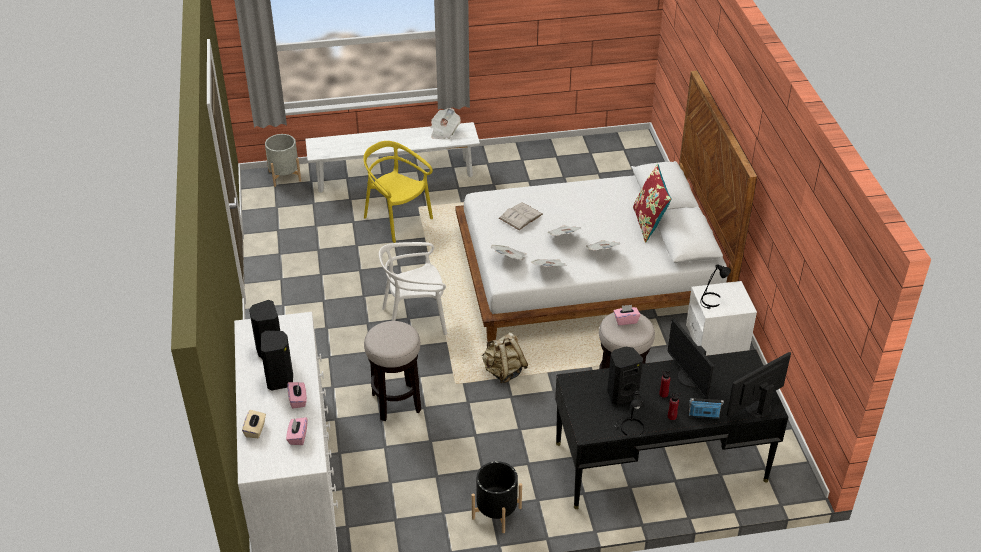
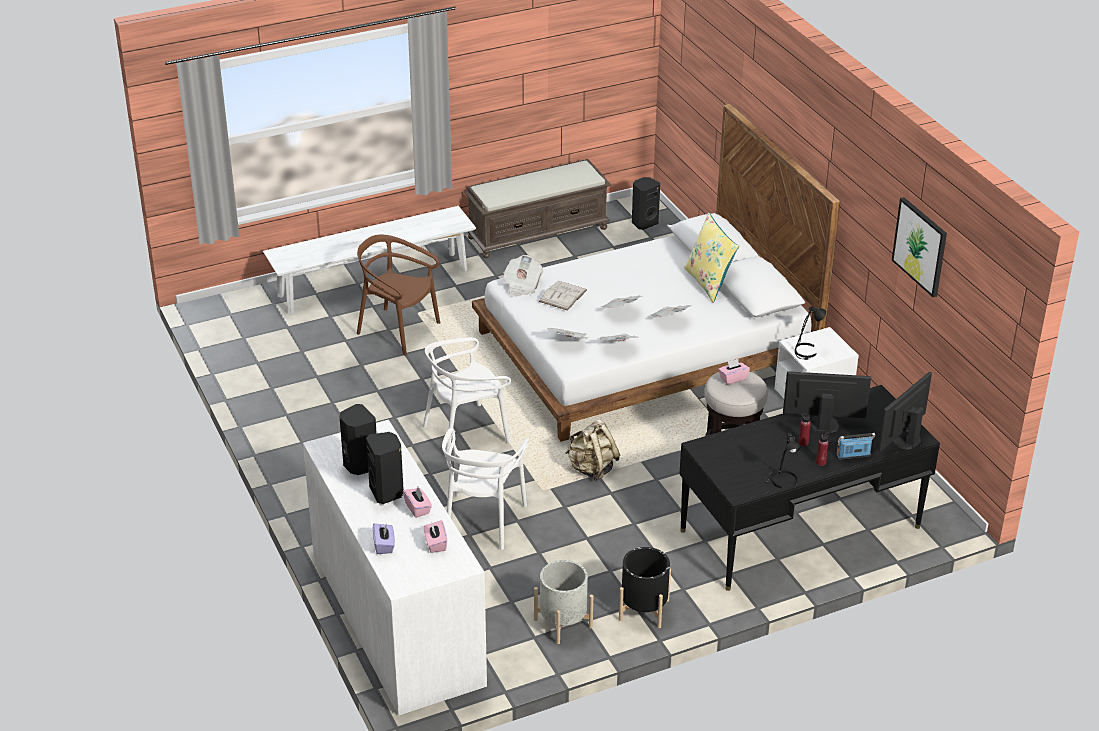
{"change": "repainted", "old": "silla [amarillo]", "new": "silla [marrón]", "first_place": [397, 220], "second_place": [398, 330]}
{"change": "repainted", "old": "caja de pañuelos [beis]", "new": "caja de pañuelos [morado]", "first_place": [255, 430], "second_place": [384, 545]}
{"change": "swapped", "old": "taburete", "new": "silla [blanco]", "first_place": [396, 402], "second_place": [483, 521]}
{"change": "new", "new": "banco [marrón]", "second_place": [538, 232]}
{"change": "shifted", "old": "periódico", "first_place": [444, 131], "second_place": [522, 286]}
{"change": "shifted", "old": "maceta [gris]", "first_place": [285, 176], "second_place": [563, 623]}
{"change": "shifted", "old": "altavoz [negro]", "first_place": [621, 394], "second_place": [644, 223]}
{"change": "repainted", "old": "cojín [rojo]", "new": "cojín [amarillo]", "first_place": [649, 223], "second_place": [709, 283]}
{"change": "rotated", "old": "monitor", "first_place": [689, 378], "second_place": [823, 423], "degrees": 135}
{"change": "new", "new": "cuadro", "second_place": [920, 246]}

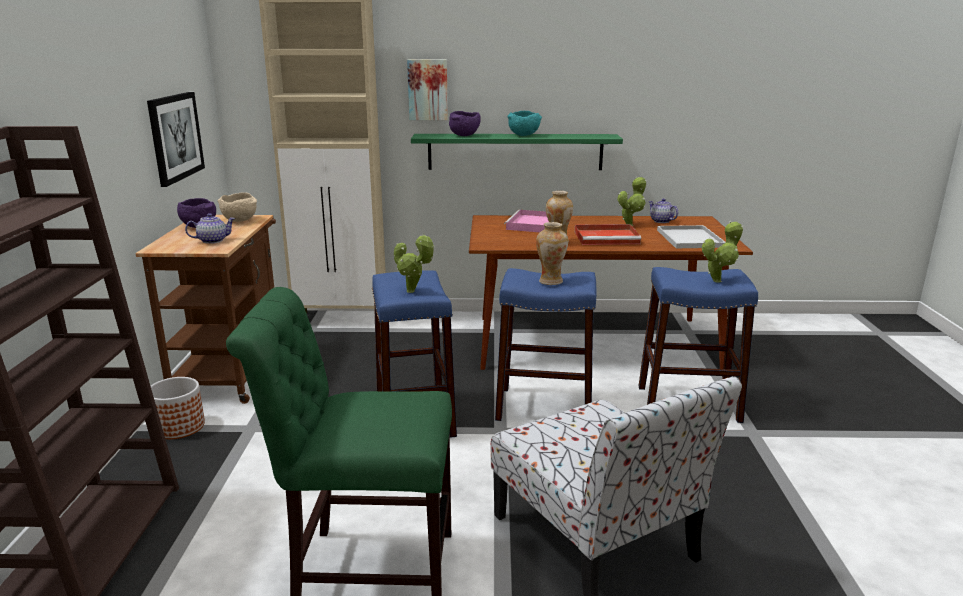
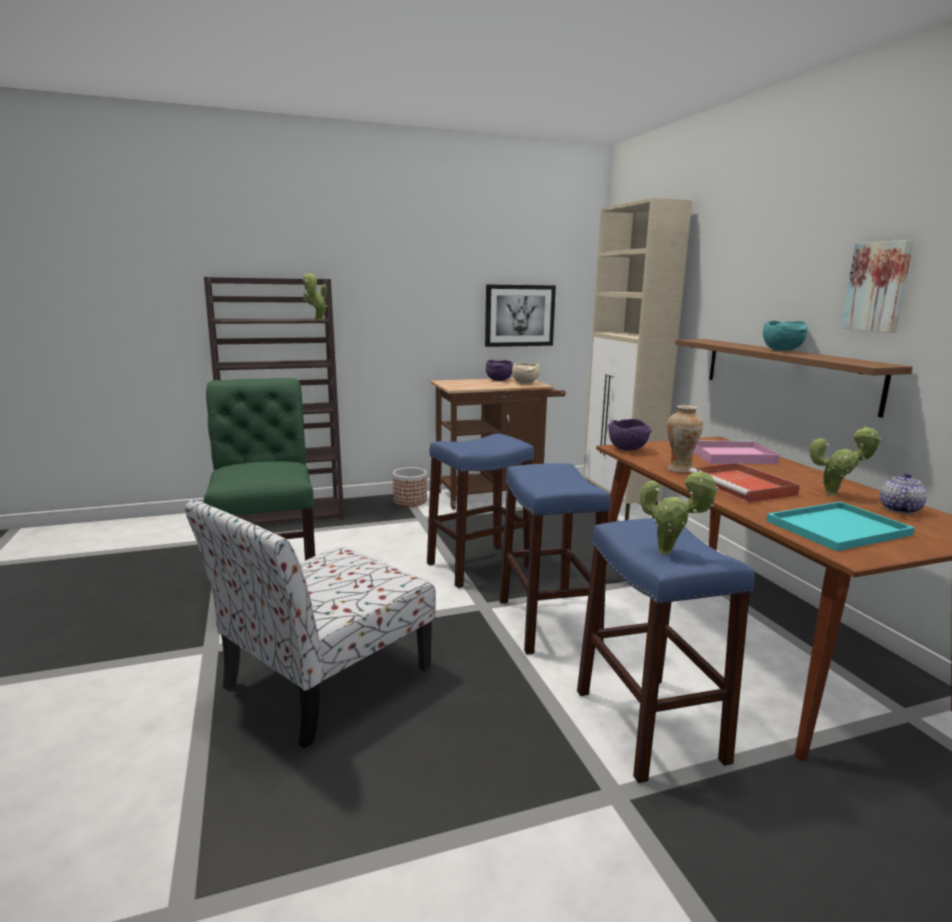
{"change": "shifted", "old": "planta en maceta", "first_place": [413, 292], "second_place": [317, 319]}
{"change": "shifted", "old": "cuenco [morado]", "first_place": [465, 135], "second_place": [628, 449]}
{"change": "repainted", "old": "estante [verde]", "new": "estante [marrón]", "first_place": [515, 151], "second_place": [786, 373]}
{"change": "repainted", "old": "bandeja [blanco]", "new": "bandeja [turquesa]", "first_place": [691, 239], "second_place": [837, 528]}
{"change": "shifted", "old": "cuadro", "first_place": [428, 89], "second_place": [878, 287]}
{"change": "gone", "old": "tetera", "first_place": [213, 240]}
{"change": "gone", "old": "florero", "first_place": [550, 281]}

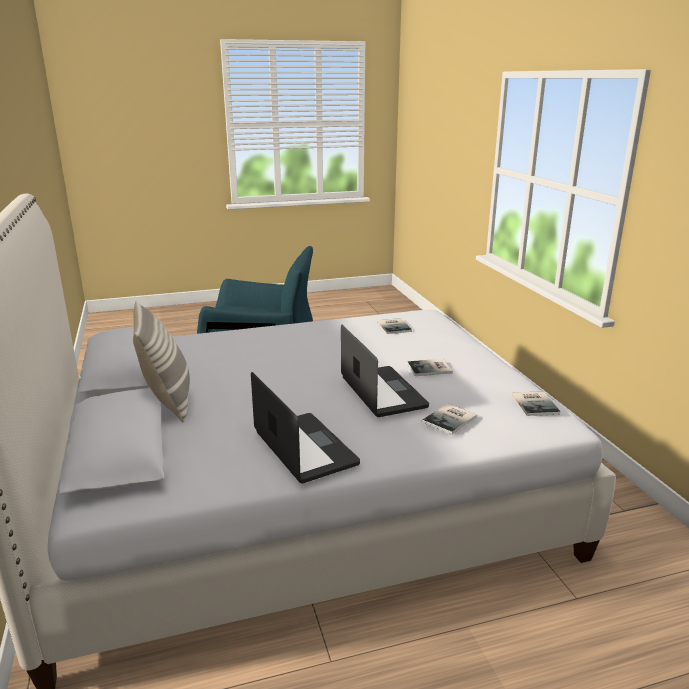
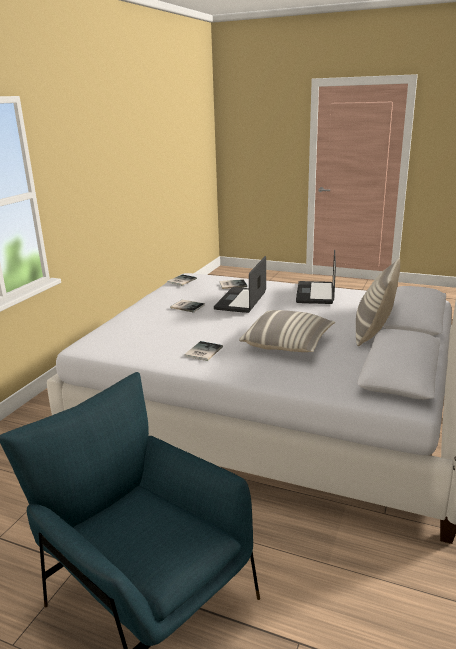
{"change": "shifted", "old": "libro", "first_place": [395, 326], "second_place": [202, 352]}
{"change": "new", "new": "cojín", "second_place": [288, 344]}

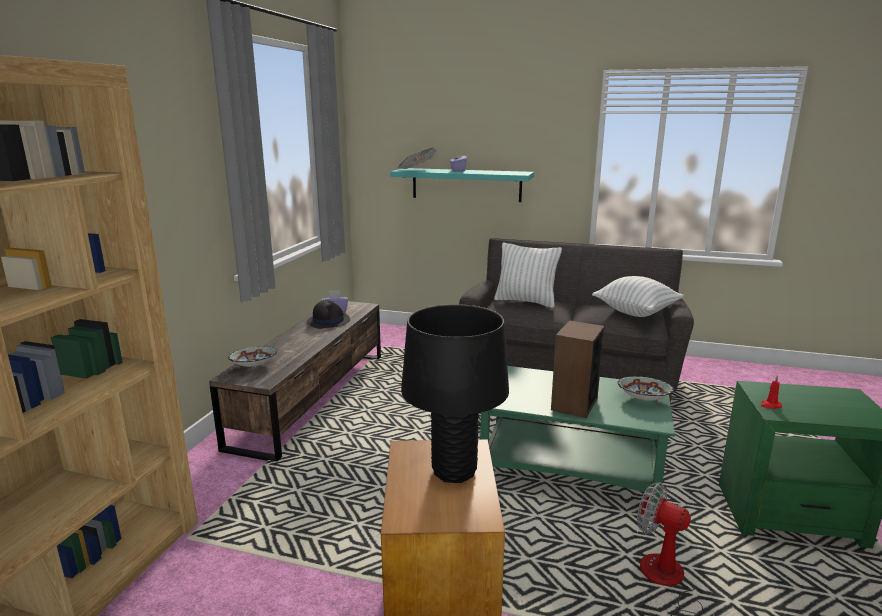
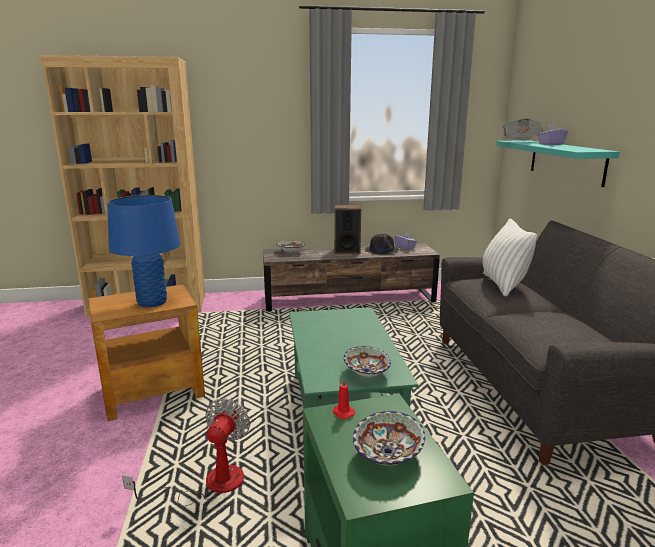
{"change": "repainted", "old": "lámpara de mesa [negro]", "new": "lámpara de mesa [azul]", "first_place": [454, 471], "second_place": [152, 302]}
{"change": "shifted", "old": "altavoz", "first_place": [574, 404], "second_place": [347, 250]}
{"change": "new", "new": "cuenco", "second_place": [387, 455]}
{"change": "gone", "old": "cojín [blanco]", "first_place": [635, 312]}

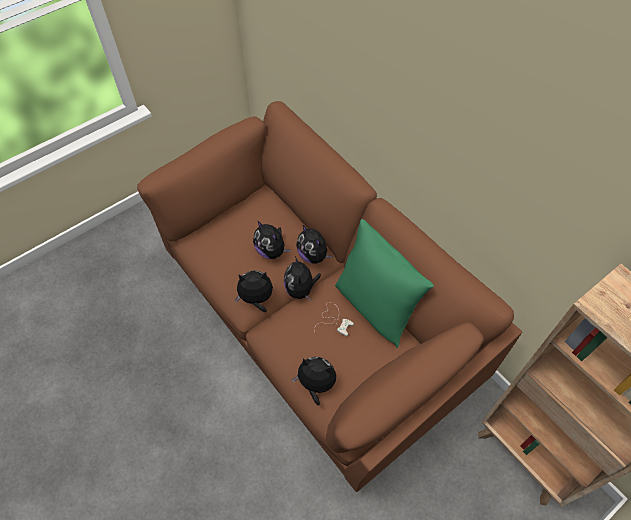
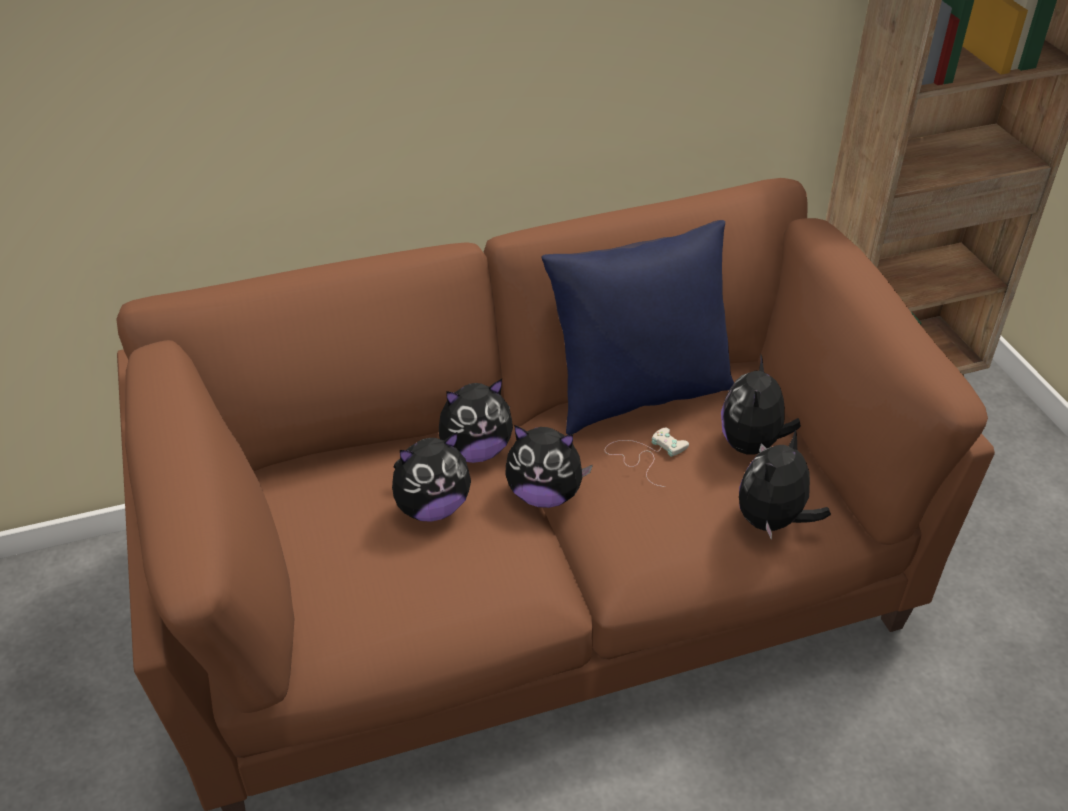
{"change": "repainted", "old": "cojín [verde]", "new": "cojín [azul]", "first_place": [375, 306], "second_place": [638, 395]}
{"change": "shifted", "old": "peluche", "first_place": [256, 299], "second_place": [753, 445]}

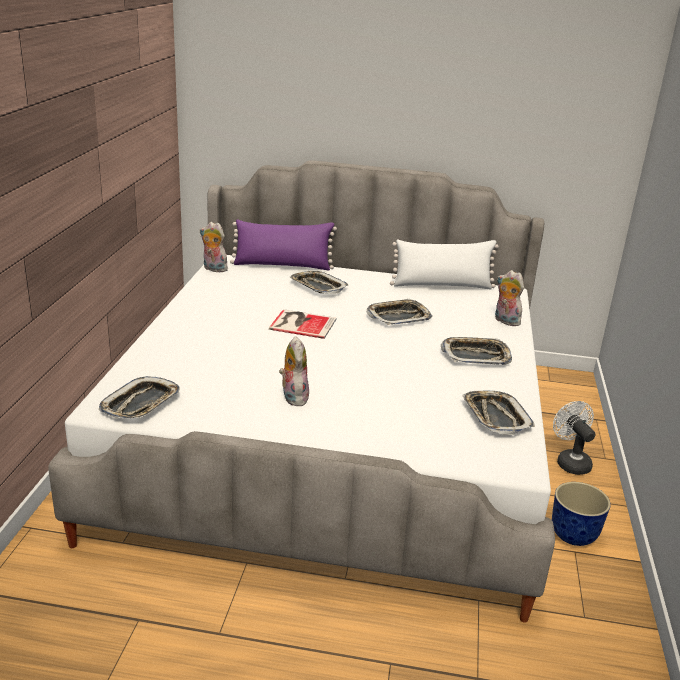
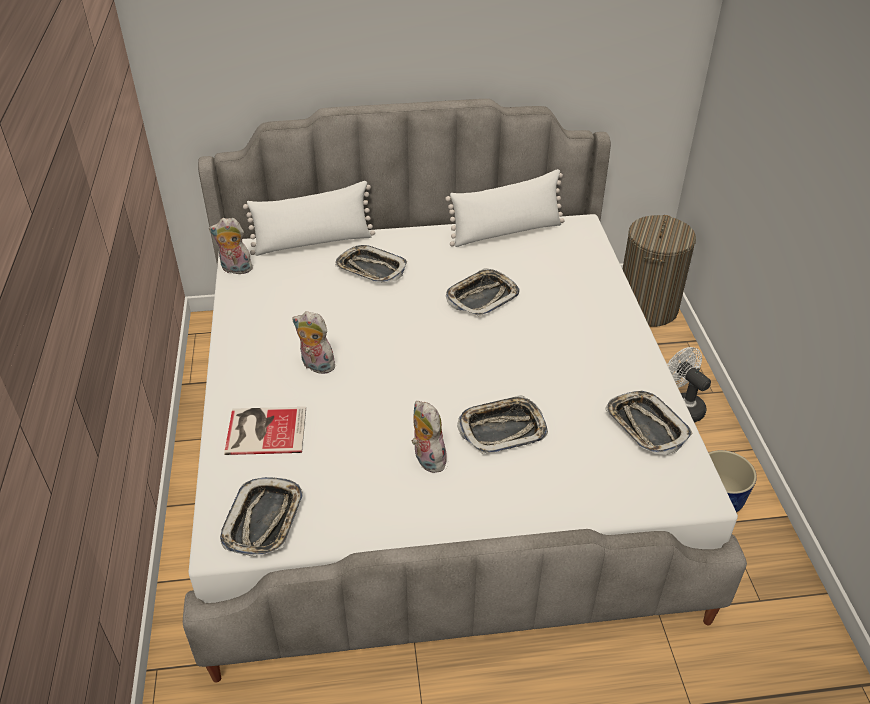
{"change": "shifted", "old": "libro", "first_place": [301, 323], "second_place": [264, 430]}
{"change": "repainted", "old": "cojín [morado]", "new": "cojín [blanco]", "first_place": [282, 265], "second_place": [313, 242]}
{"change": "shifted", "old": "peluche", "first_place": [505, 321], "second_place": [316, 366]}
{"change": "shifted", "old": "bandeja", "first_place": [476, 355], "second_place": [502, 429]}
{"change": "new", "new": "cesto de la ropa", "second_place": [647, 307]}

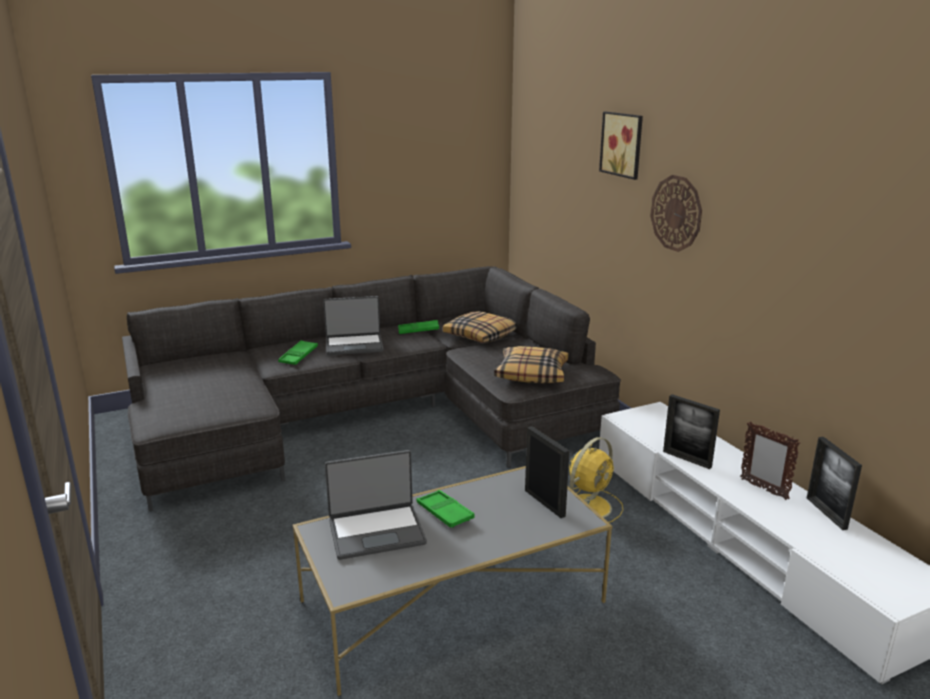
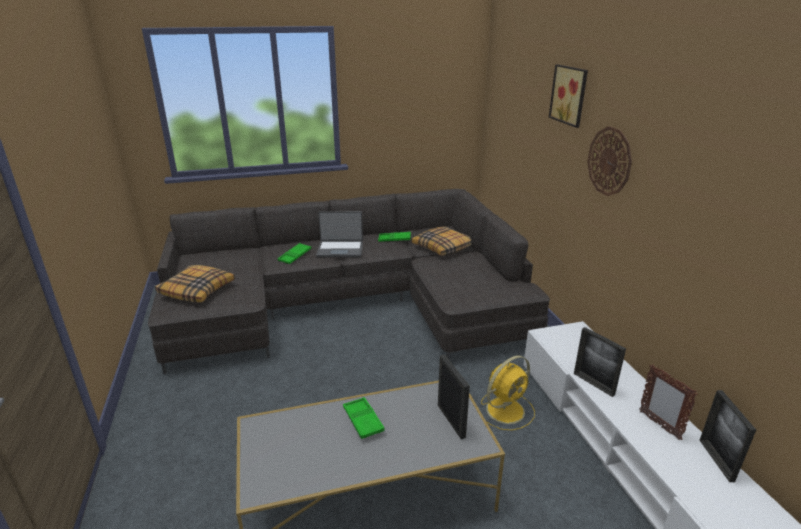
{"change": "shifted", "old": "cojín", "first_place": [532, 374], "second_place": [197, 290]}
{"change": "gone", "old": "portátil", "first_place": [376, 531]}

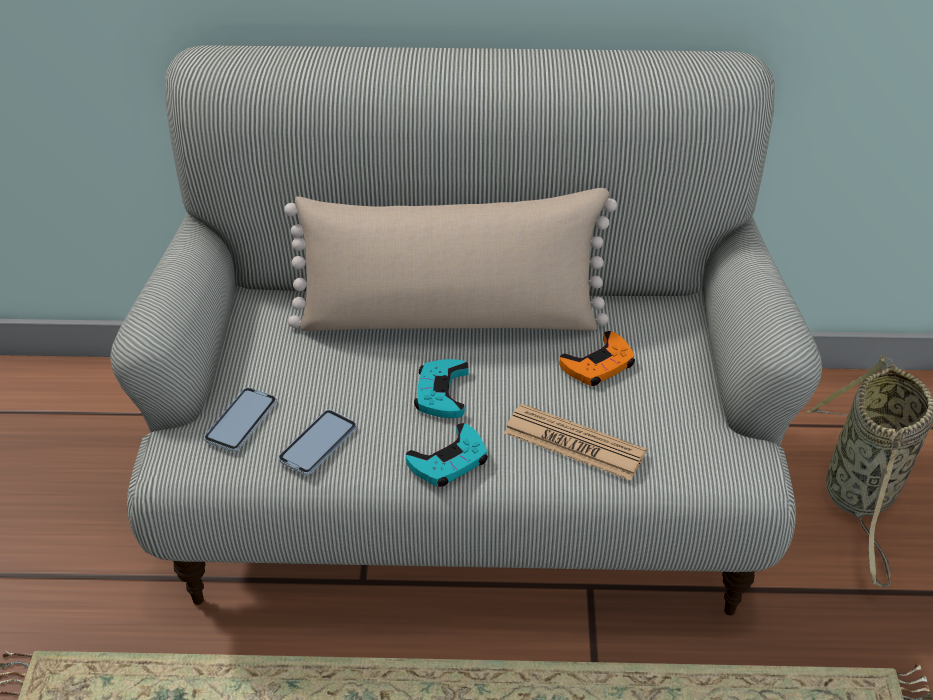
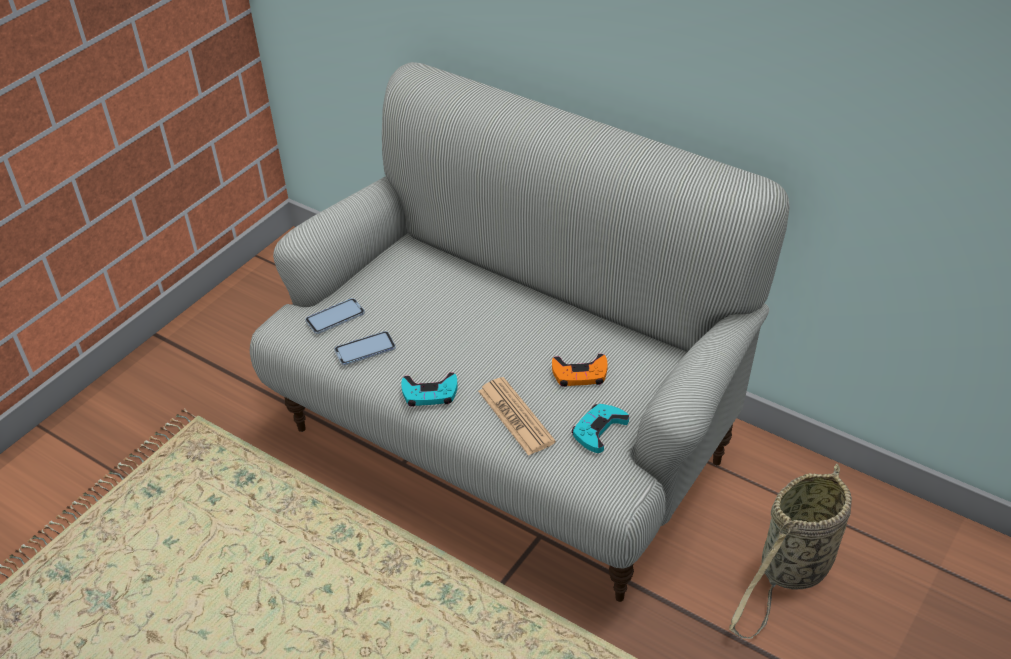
{"change": "shifted", "old": "mando de consola [turquesa]", "first_place": [441, 393], "second_place": [599, 430]}
{"change": "gone", "old": "cojín [beis]", "first_place": [450, 319]}

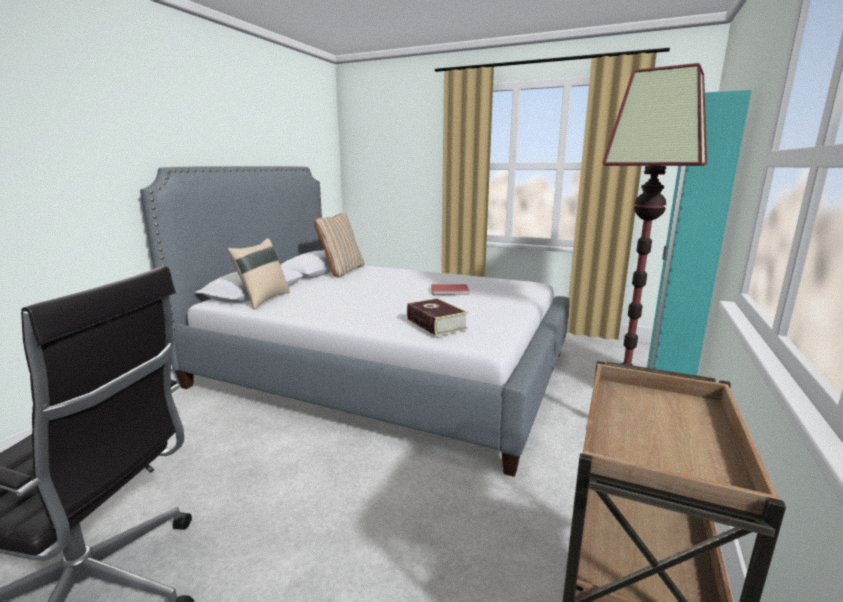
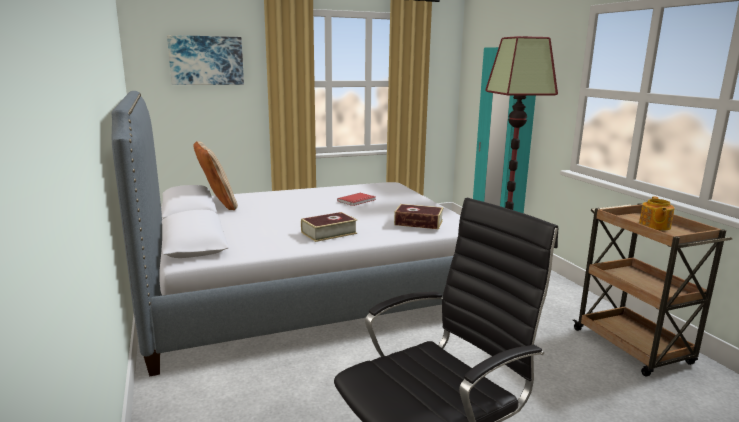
{"change": "new", "new": "cuadro", "second_place": [206, 60]}
{"change": "new", "new": "libro", "second_place": [329, 233]}
{"change": "new", "new": "tetera", "second_place": [654, 226]}
{"change": "gone", "old": "cojín [beis]", "first_place": [263, 299]}

